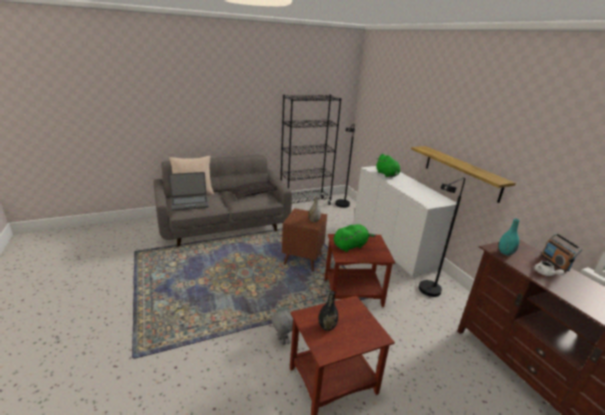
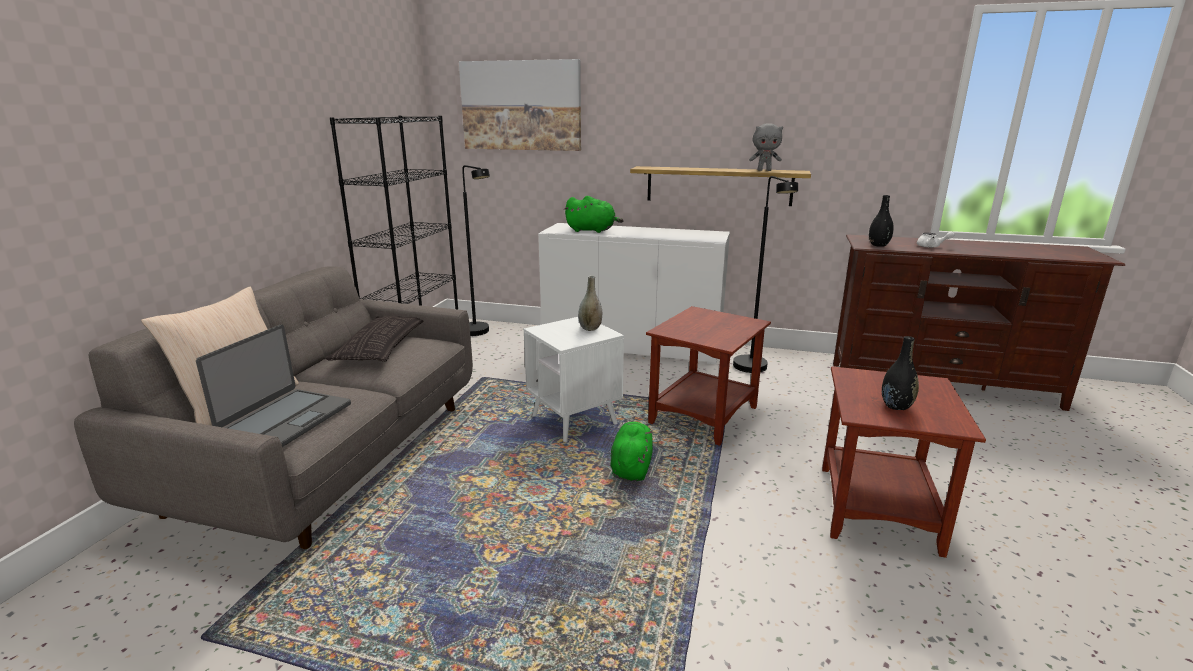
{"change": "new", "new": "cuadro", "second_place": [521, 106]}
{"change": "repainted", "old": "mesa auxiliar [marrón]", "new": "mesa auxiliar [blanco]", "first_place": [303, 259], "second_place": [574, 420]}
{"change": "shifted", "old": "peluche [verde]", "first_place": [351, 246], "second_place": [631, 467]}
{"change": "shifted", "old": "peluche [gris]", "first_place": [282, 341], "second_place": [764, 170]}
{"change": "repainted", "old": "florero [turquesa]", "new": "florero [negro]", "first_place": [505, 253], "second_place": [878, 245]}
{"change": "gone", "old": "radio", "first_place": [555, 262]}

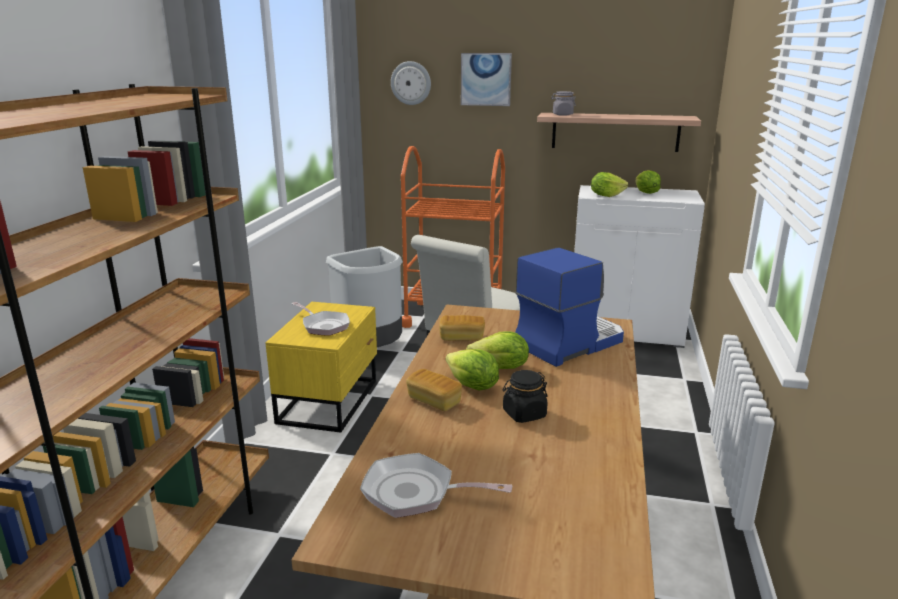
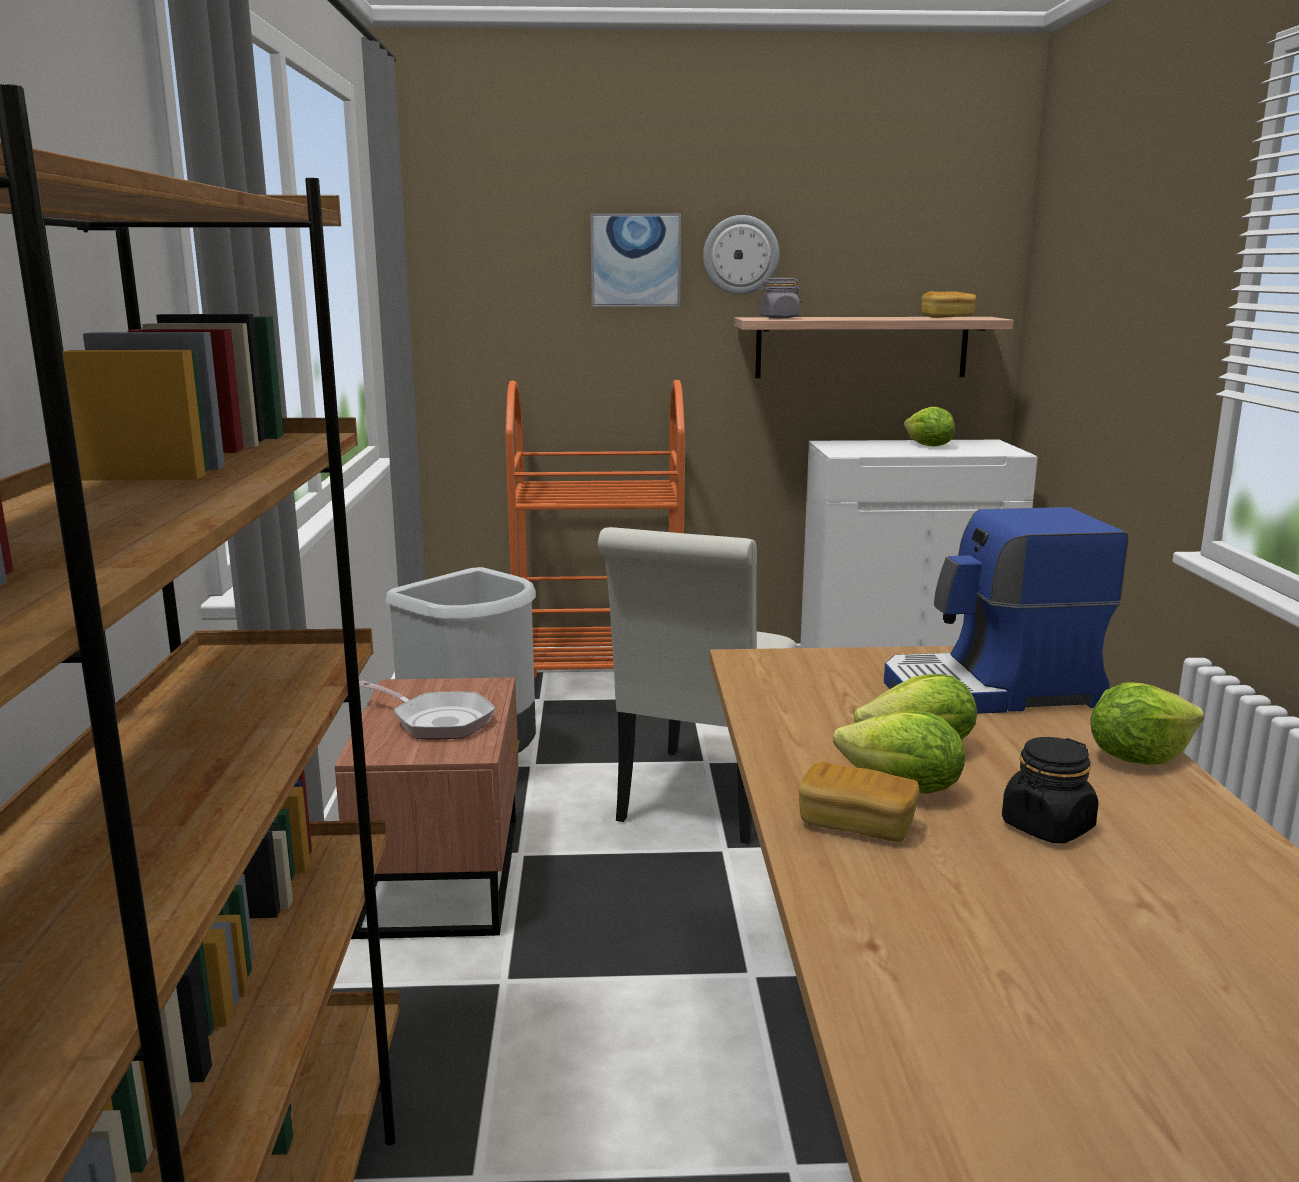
{"change": "repainted", "old": "mesita de noche [amarillo]", "new": "mesita de noche [marrón]", "first_place": [331, 401], "second_place": [446, 875]}
{"change": "shifted", "old": "reloj de pared", "first_place": [411, 83], "second_place": [740, 255]}
{"change": "rotated", "old": "cafetera", "first_place": [569, 342], "second_place": [992, 692], "degrees": -135}
{"change": "shifted", "old": "pan", "first_place": [462, 338], "second_place": [947, 317]}
{"change": "shifted", "old": "lechuga", "first_place": [606, 196], "second_place": [1138, 757]}
{"change": "gone", "old": "sartén", "first_place": [416, 493]}

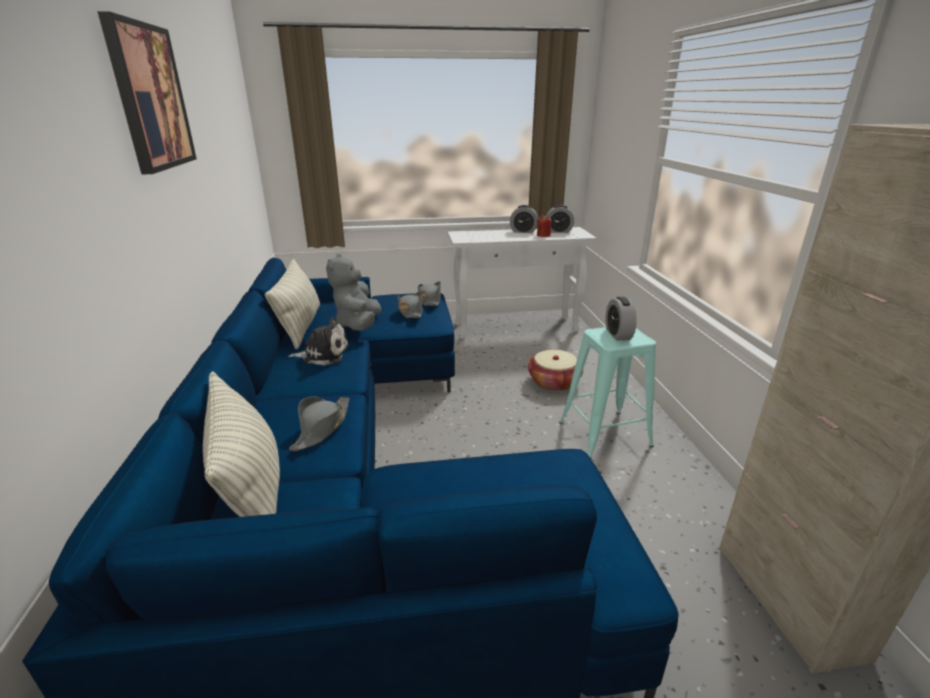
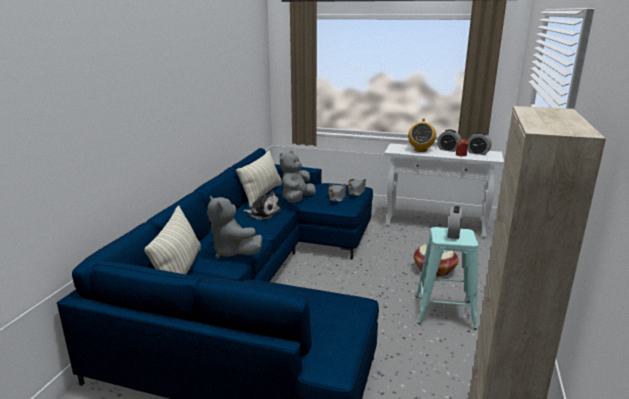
{"change": "swapped", "old": "sombrero [gris]", "new": "peluche [gris]", "first_place": [322, 428], "second_place": [233, 252]}
{"change": "new", "new": "radio", "second_place": [420, 150]}
{"change": "gone", "old": "cuadro", "first_place": [150, 97]}

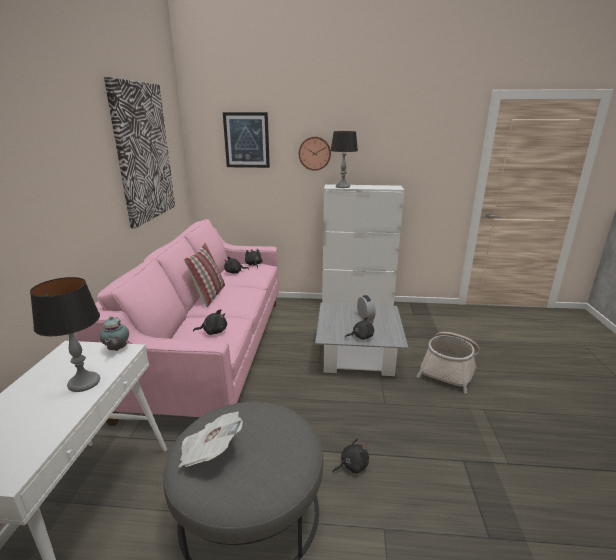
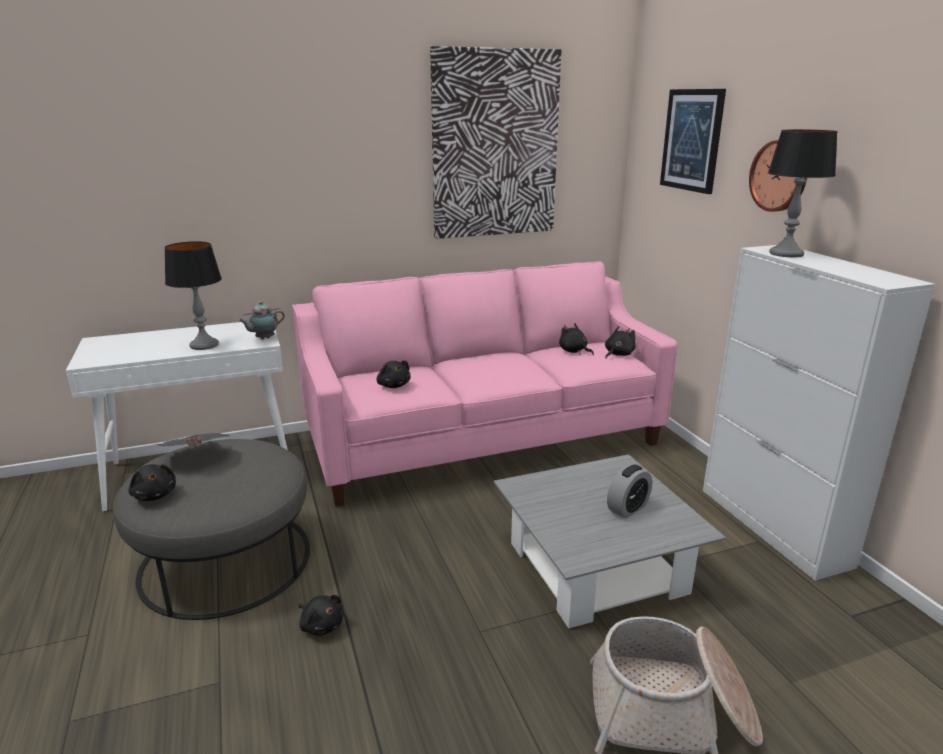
{"change": "shifted", "old": "peluche [negro]", "first_place": [361, 337], "second_place": [155, 495]}
{"change": "gone", "old": "cojín", "first_place": [209, 295]}

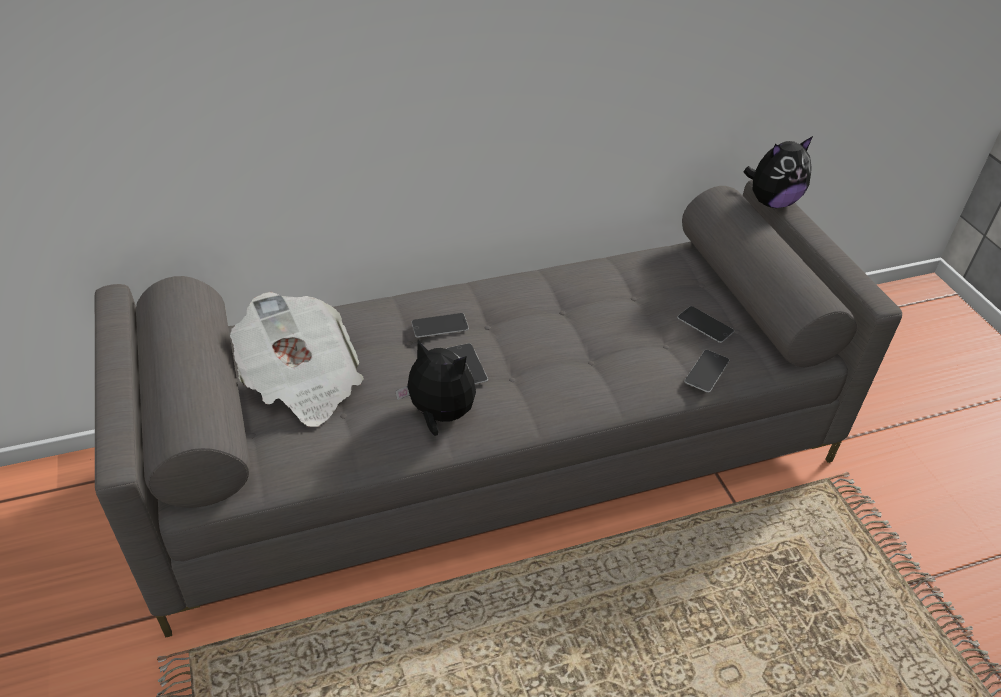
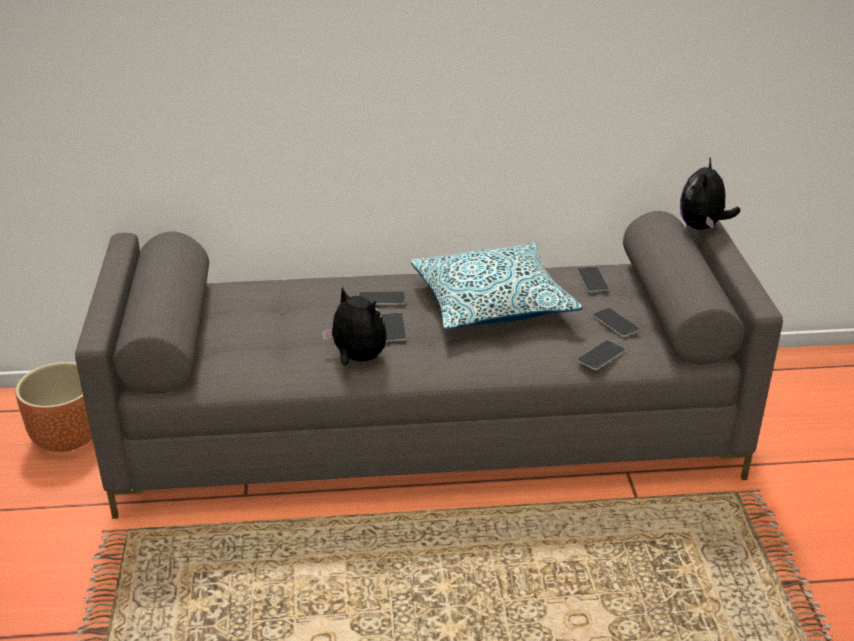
{"change": "new", "new": "maceta [marrón]", "second_place": [68, 436]}
{"change": "new", "new": "cojín", "second_place": [492, 302]}
{"change": "new", "new": "móvil", "second_place": [592, 279]}
{"change": "rotated", "old": "peluche", "first_place": [771, 202], "second_place": [702, 227], "degrees": 120}
{"change": "gone", "old": "periódico", "first_place": [302, 382]}

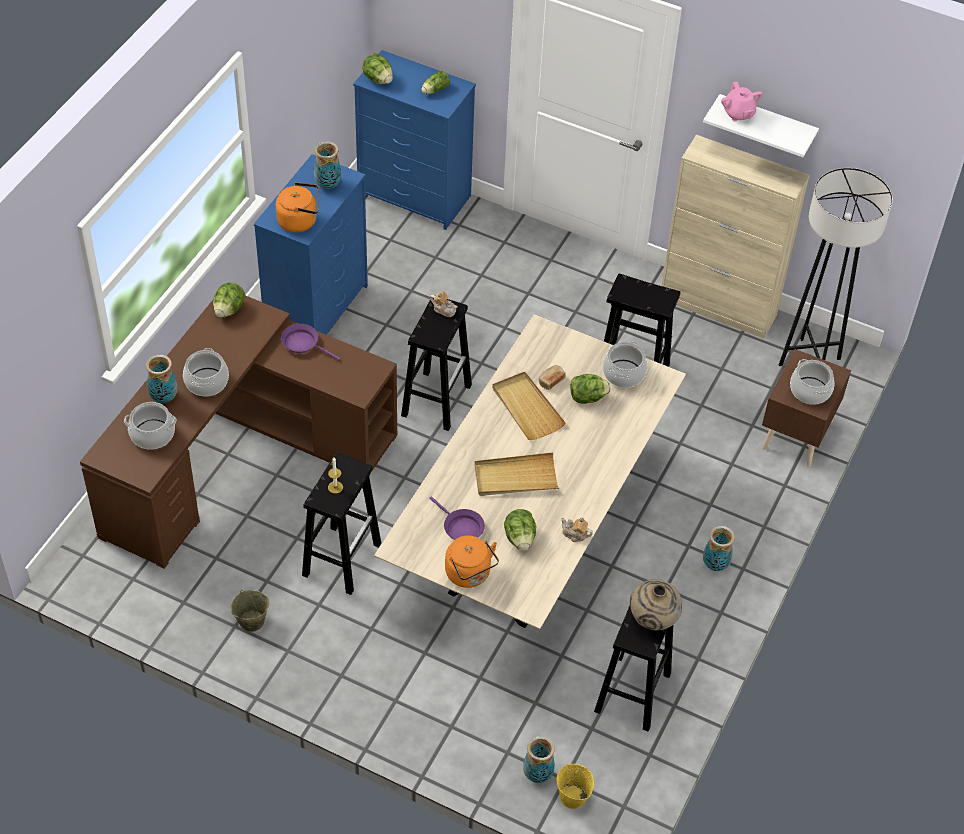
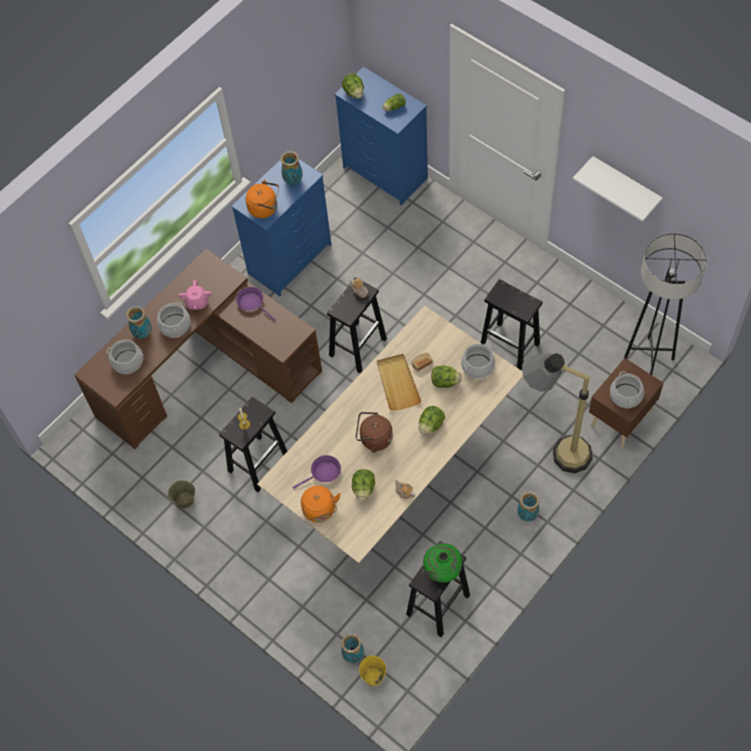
{"change": "shifted", "old": "tetera [rosa]", "first_place": [738, 113], "second_place": [197, 302]}
{"change": "rotated", "old": "sartén [morado]", "first_place": [460, 528], "second_place": [323, 473], "degrees": -90}
{"change": "swapped", "old": "bandeja [beis]", "new": "hervidor [marrón]", "first_place": [515, 477], "second_place": [374, 439]}
{"change": "shifted", "old": "lechuga", "first_place": [229, 309], "second_place": [431, 425]}
{"change": "repainted", "old": "florero [beis]", "new": "florero [verde]", "first_place": [652, 620], "second_place": [443, 570]}
{"change": "new", "new": "lámpara de pie", "second_place": [553, 451]}
{"change": "gone", "old": "armario [beis]", "first_place": [718, 307]}

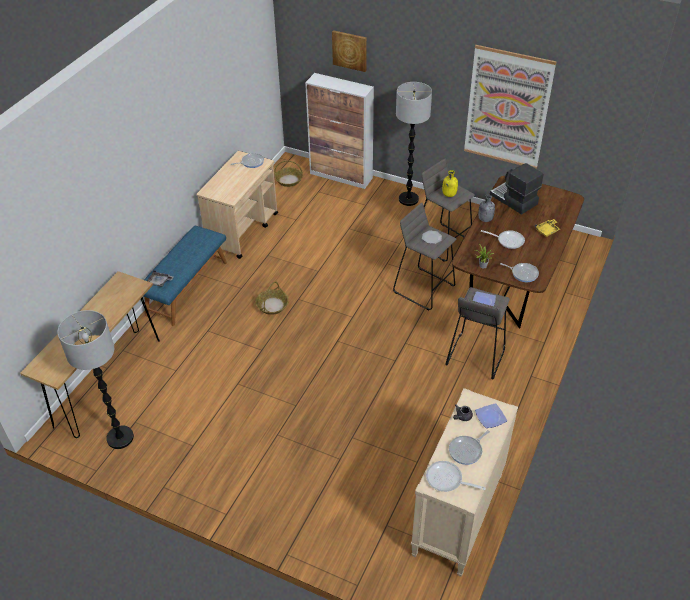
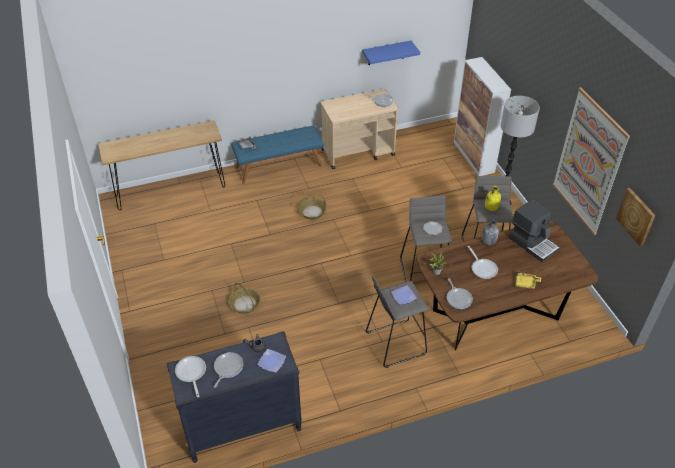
{"change": "repainted", "old": "cómoda [beis]", "new": "cómoda [negro]", "first_place": [458, 516], "second_place": [242, 428]}
{"change": "rotated", "old": "sartén", "first_place": [467, 451], "second_place": [227, 368], "degrees": 105}
{"change": "shifted", "old": "cesta", "first_place": [289, 180], "second_place": [245, 304]}
{"change": "new", "new": "estante [azul]", "second_place": [386, 53]}
{"change": "rotated", "old": "cafetera", "first_place": [513, 200], "second_place": [533, 243], "degrees": 135}
{"change": "shifted", "old": "cuadro", "first_place": [350, 50], "second_place": [636, 216]}
{"change": "gone", "old": "lámpara de pie", "first_place": [120, 438]}

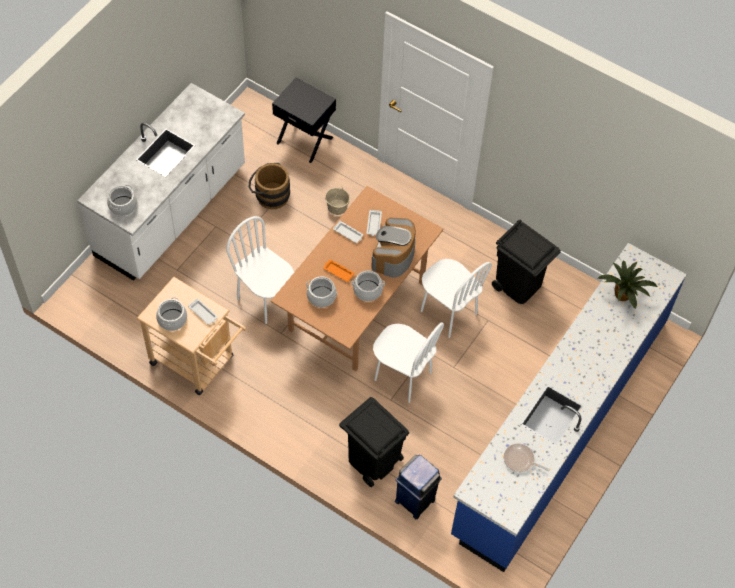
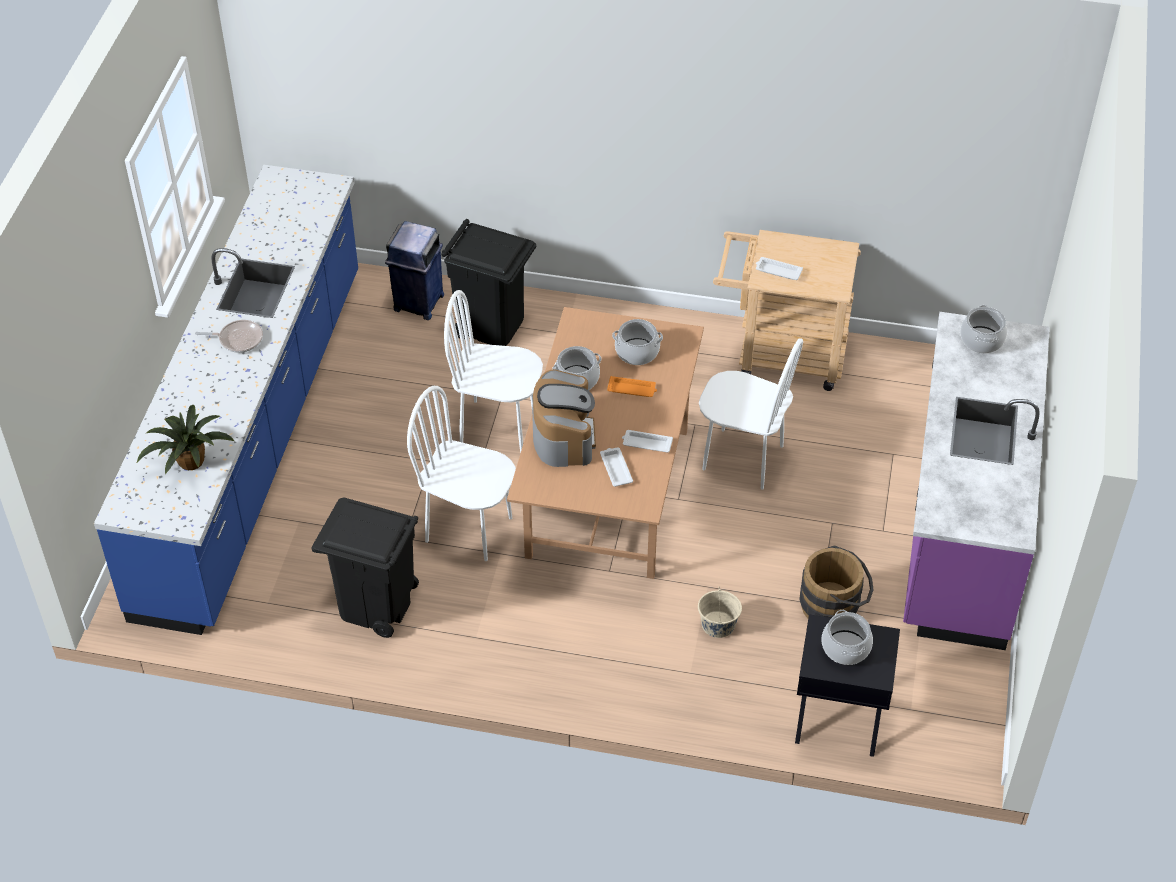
{"change": "shifted", "old": "sartén", "first_place": [520, 460], "second_place": [238, 339]}
{"change": "shifted", "old": "olla", "first_place": [172, 319], "second_place": [846, 647]}
{"change": "repainted", "old": "mueble bajo de cocina [blanco]", "new": "mueble bajo de cocina [morado]", "first_place": [172, 212], "second_place": [961, 528]}

